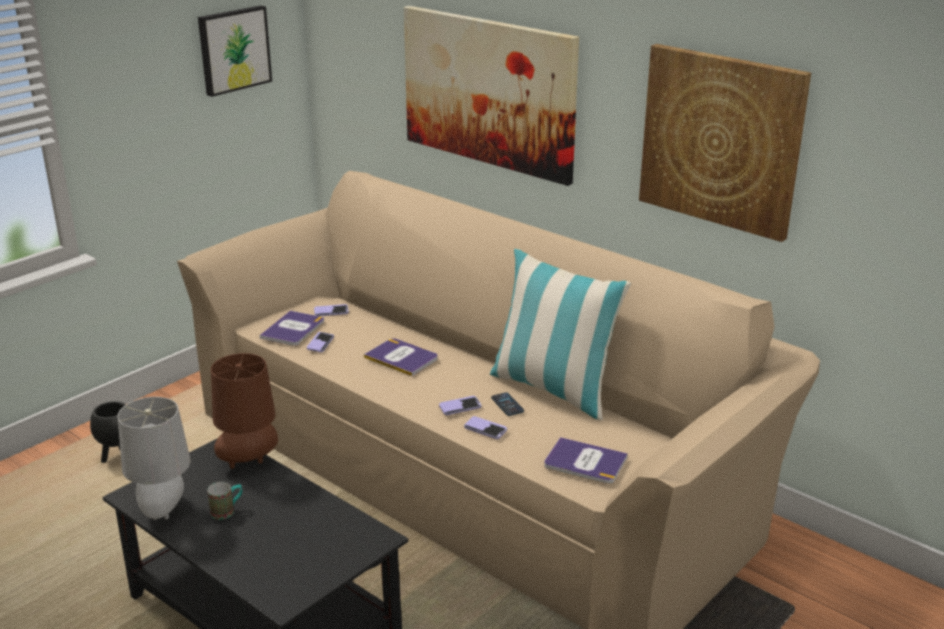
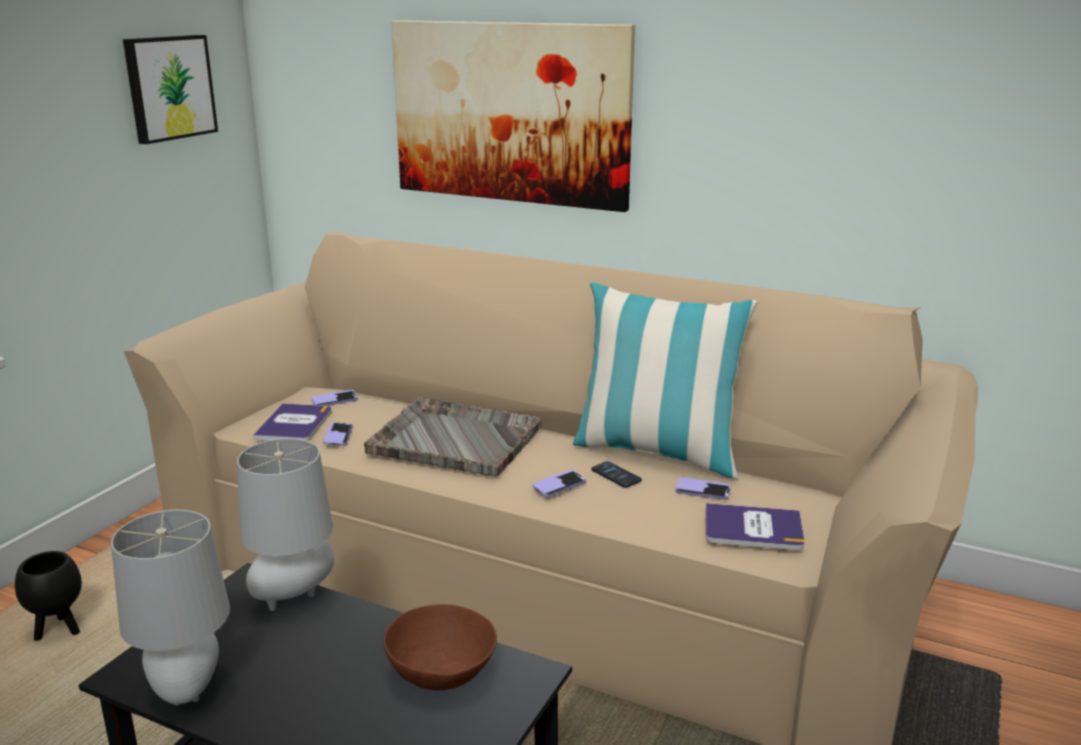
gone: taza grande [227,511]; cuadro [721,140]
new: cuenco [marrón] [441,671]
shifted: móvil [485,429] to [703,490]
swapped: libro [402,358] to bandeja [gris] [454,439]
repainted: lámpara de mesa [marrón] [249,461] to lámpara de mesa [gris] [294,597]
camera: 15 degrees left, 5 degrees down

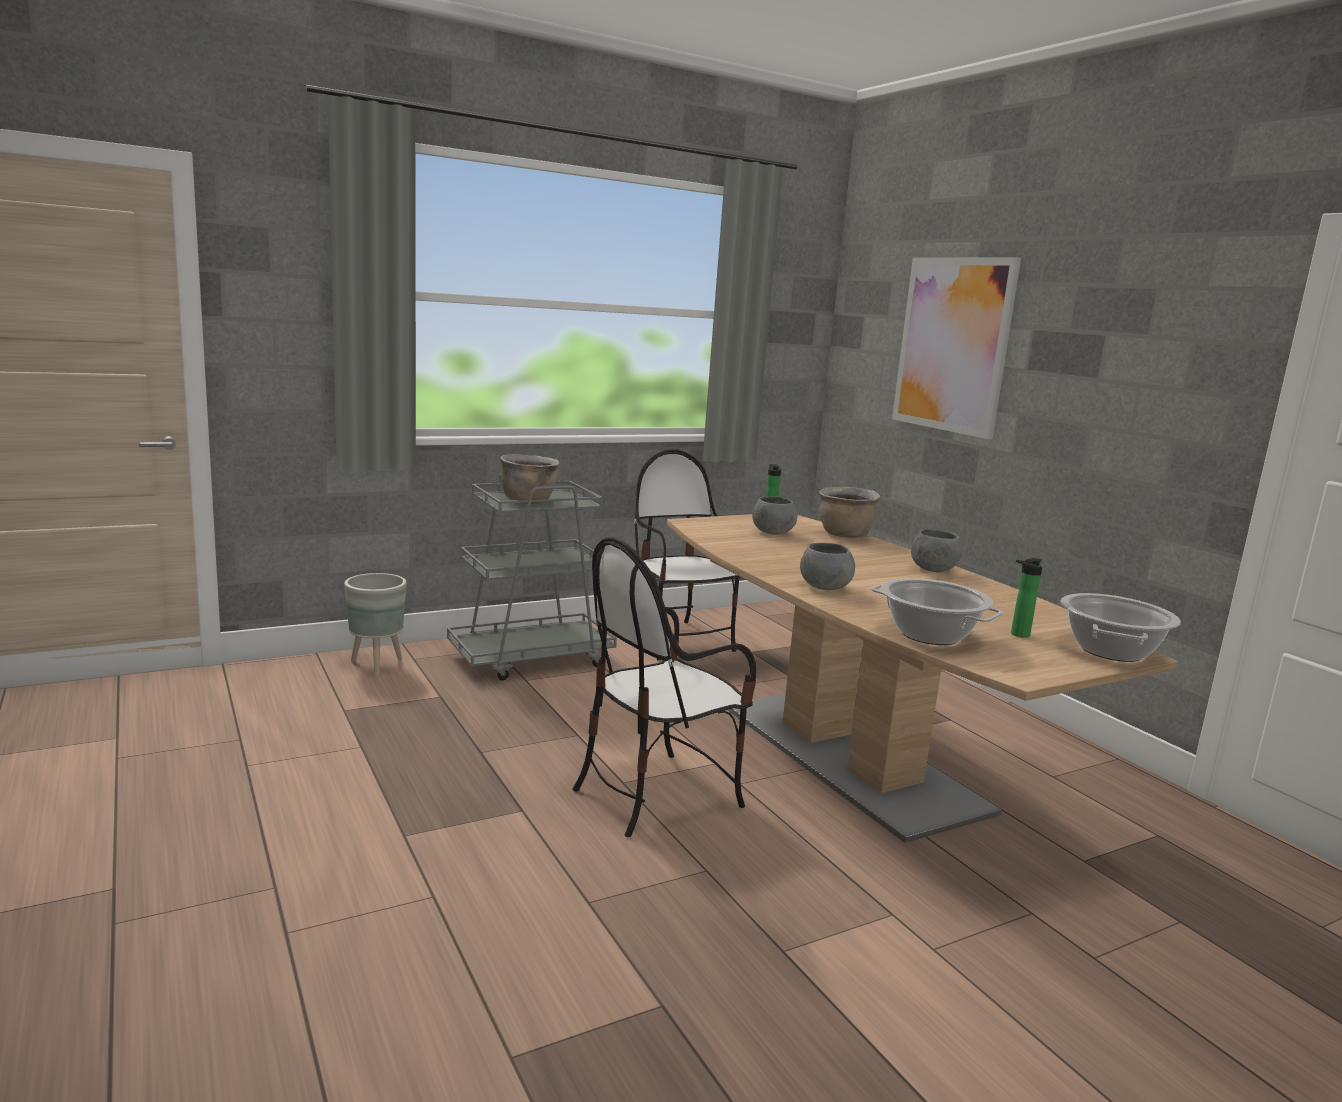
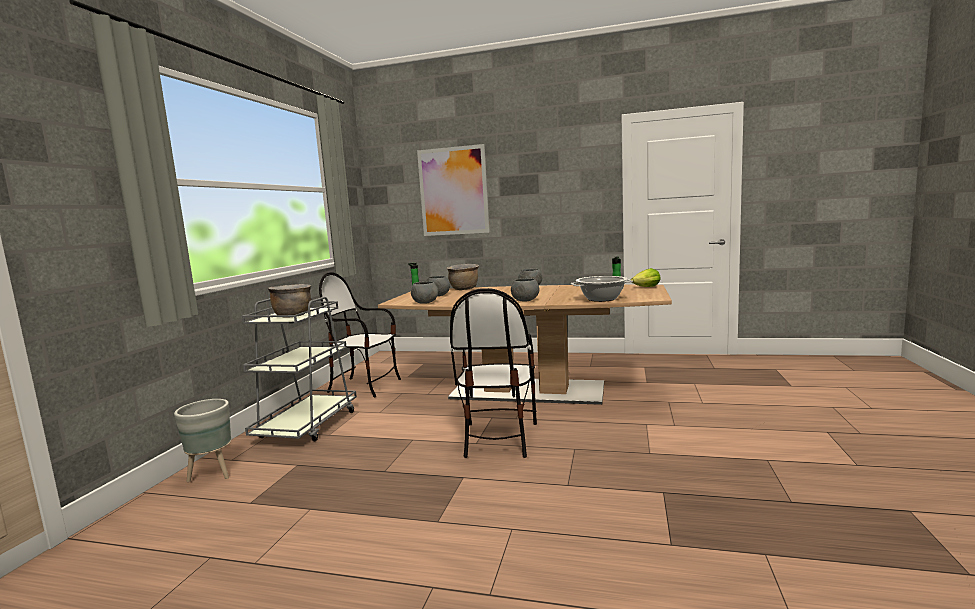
new: cuenco [gris] [425,303]
swapped: olla [1111,651] to lechuga [646,287]
camera: 45 degrees left, 5 degrees down

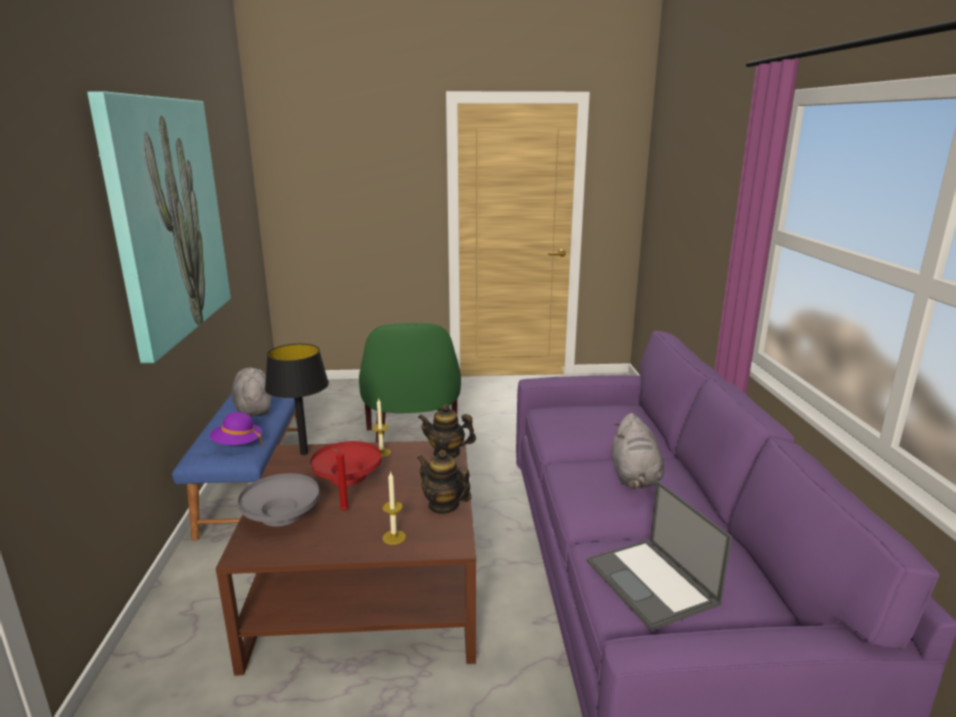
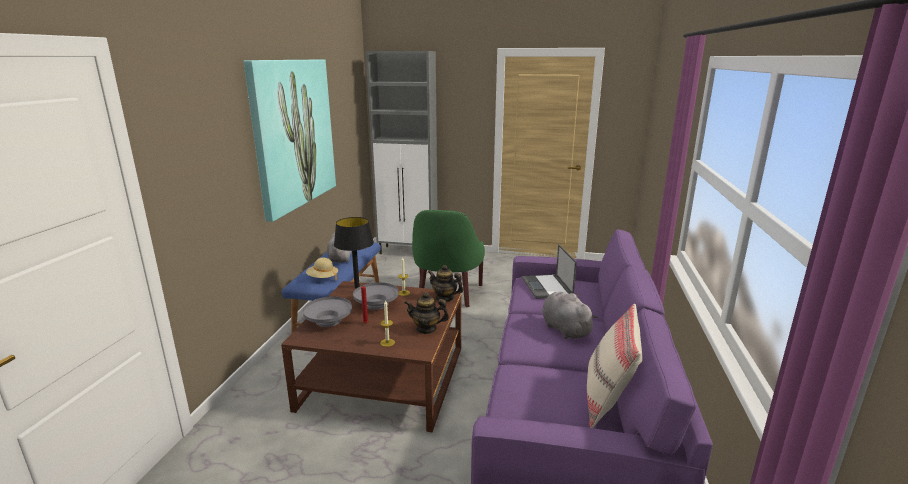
new: armario [gris] [408,252]; cojín [beis] [608,401]
shifted: portátil [652,583] to [547,287]
repainted: sombrero [morado] [237,444] to sombrero [beis] [322,278]; cuenco [rojo] [347,476] to cuenco [gris] [376,304]
rotated: tetera [443,505] = [426,329] 45 degrees counterclockwise; peluche [gris] [635,477] = [564,329] 135 degrees clockwise
camera: 15 degrees right, 0 degrees up

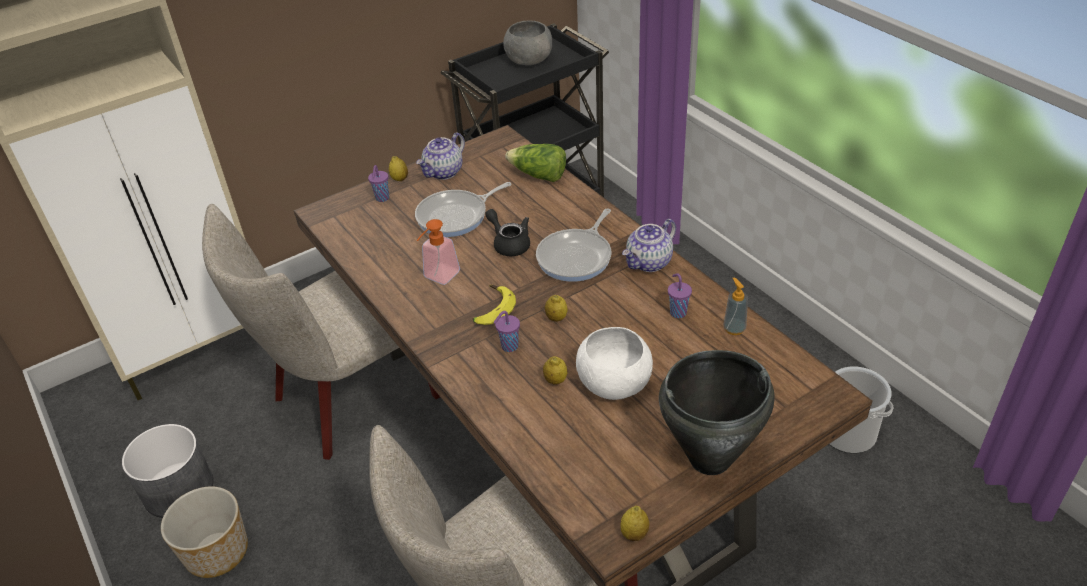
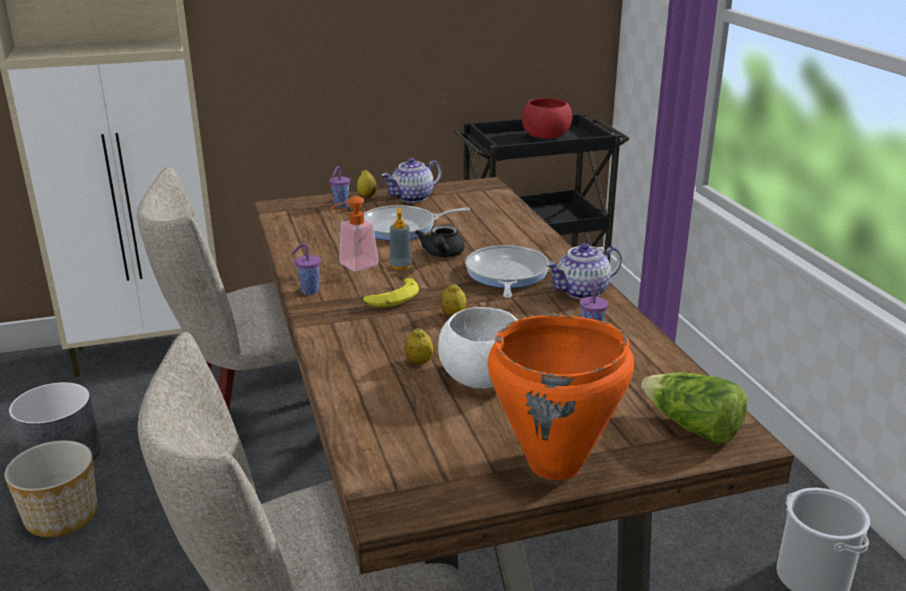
gone: limón [634,534]
shifted: taza [morado] [508,347] to [308,291]; lechuga [538,175] to [692,428]; dispensador de jabón [734,328] to [400,266]
repainted: cuenco [gris] [529,60] to cuenco [rojo] [545,137]; olla [negro] [711,459] to olla [naranja] [555,464]
rotated: tetera [negro] [509,244] = [442,254] 150 degrees counterclockwise; sartén [577,257] = [506,275] 135 degrees clockwise
camera: 15 degrees right, 15 degrees down

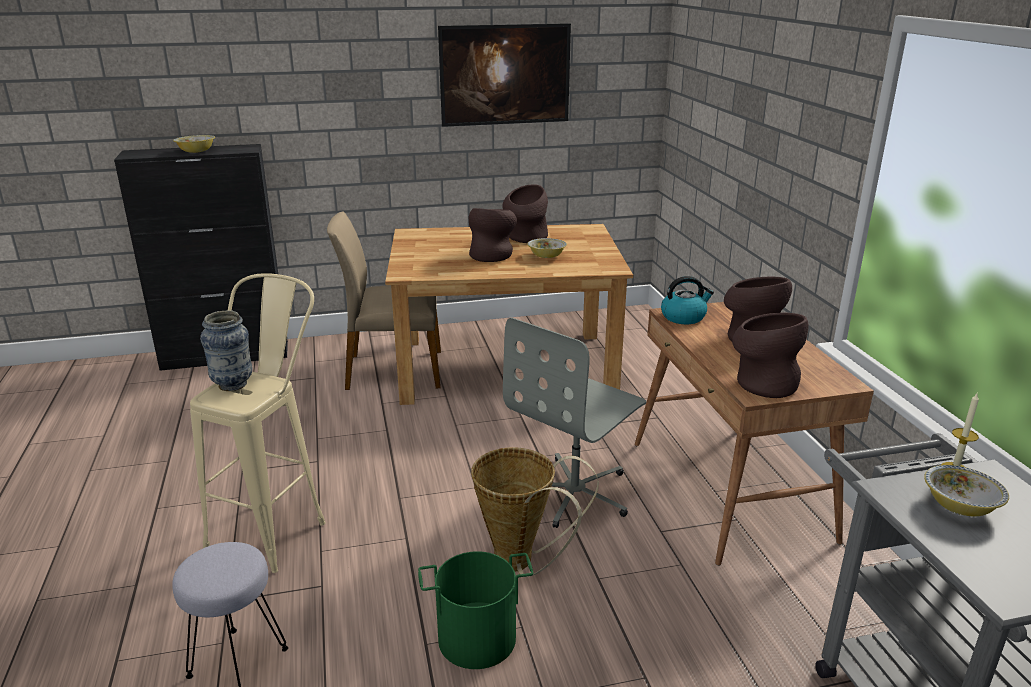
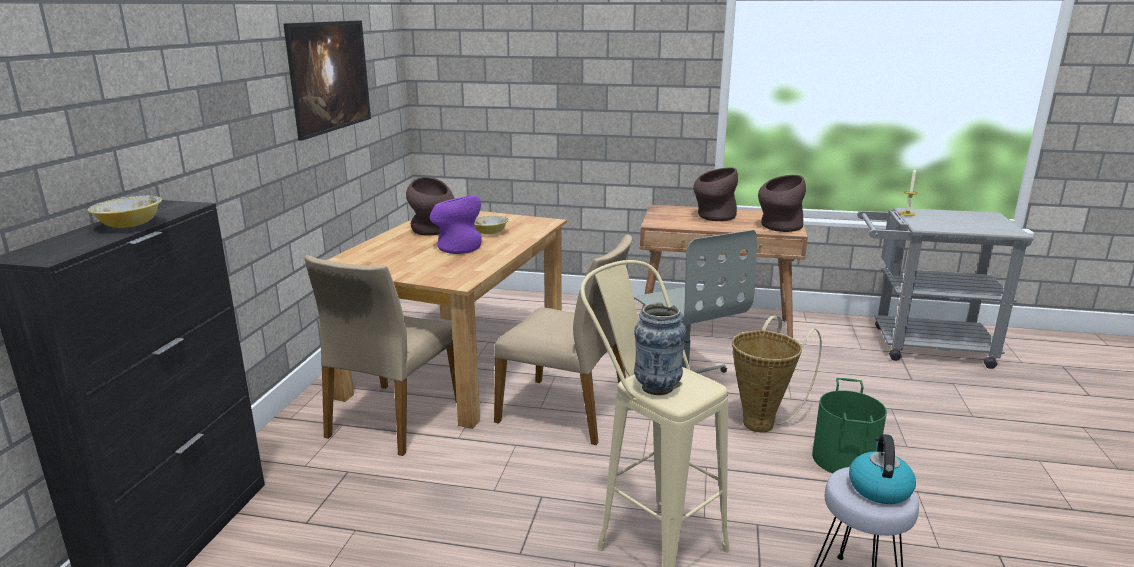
gone: cuenco [959,506]
new: silla [beis] [565,411]
shifted: hervidor [684,317] to [879,488]
repainted: florero [marrón] [492,255] to florero [morado] [457,247]
camera: 65 degrees left, 5 degrees down

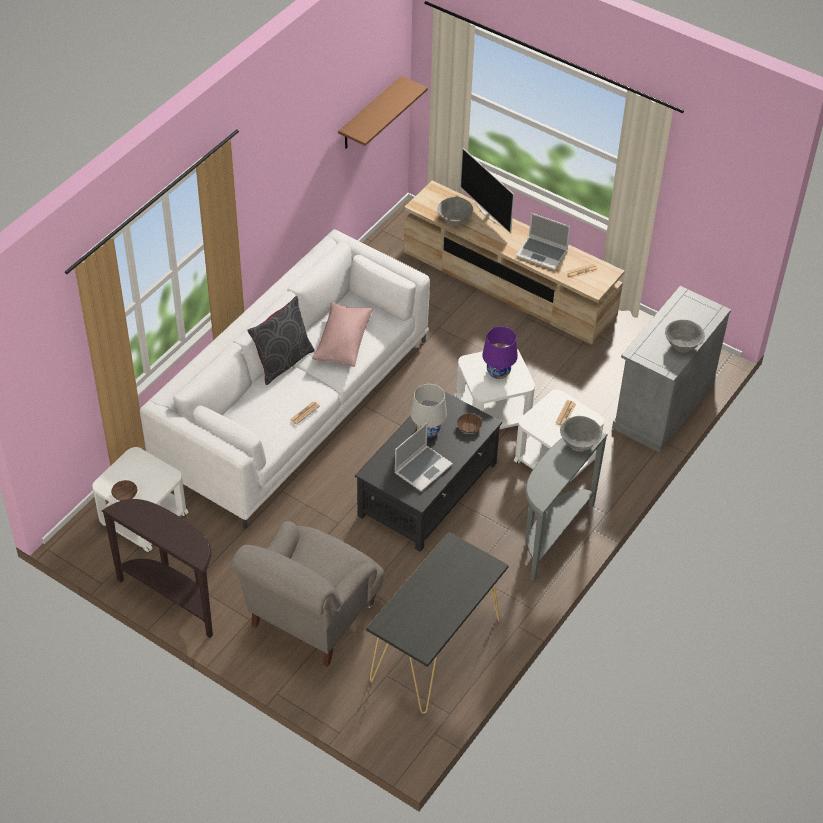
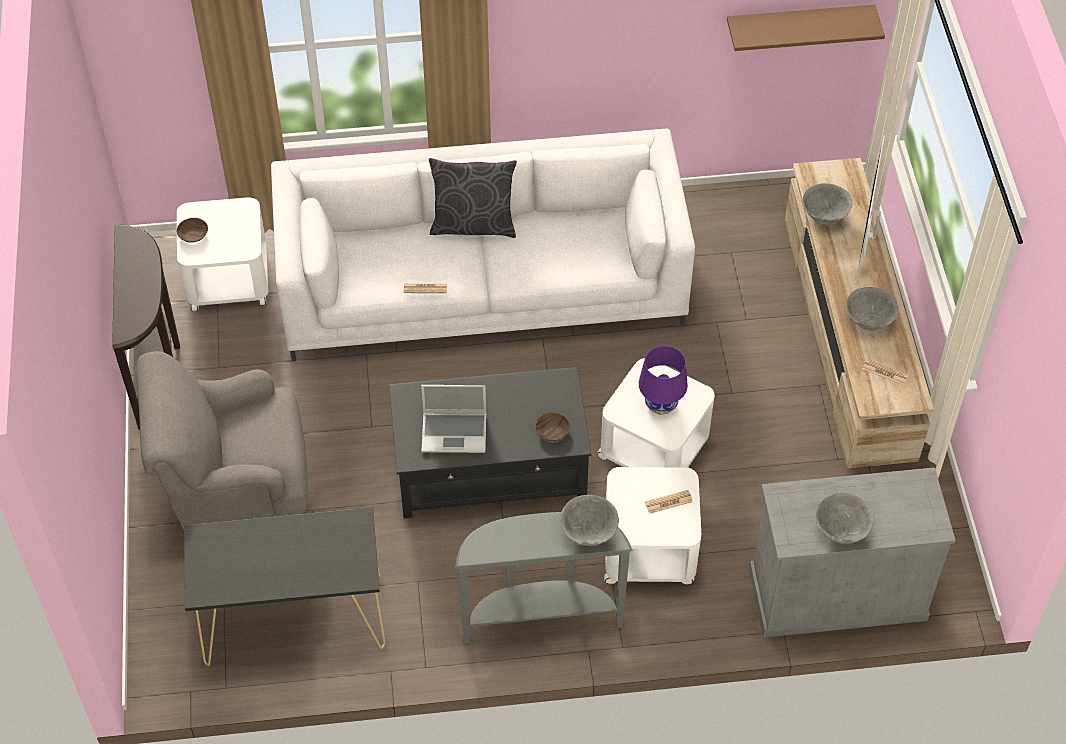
gone: cojín [rosa] [342,342]; lámpara de mesa [blanco] [427,430]
swapped: portátil [542,254] to cuenco [gris] [868,321]
camera: 50 degrees right, 5 degrees up

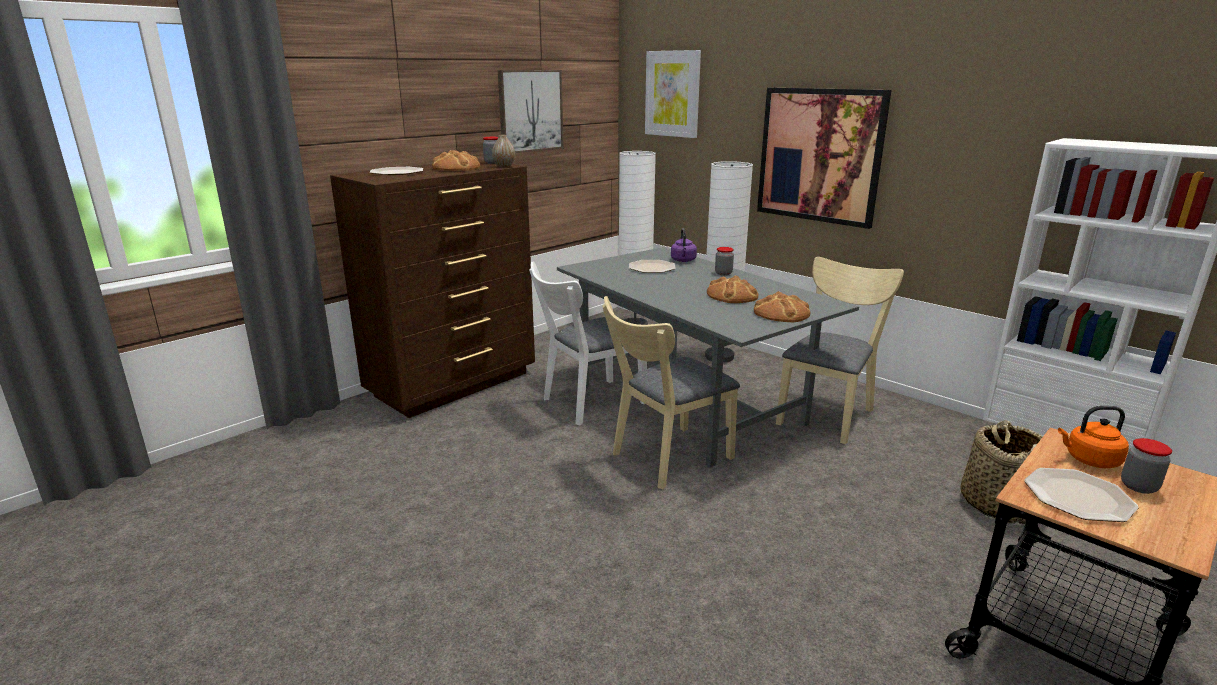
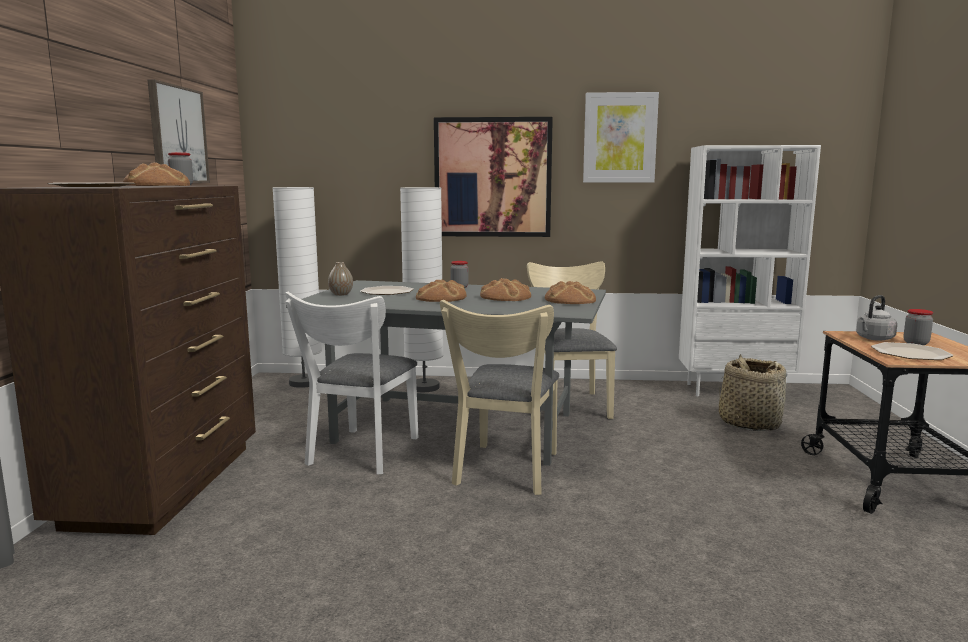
gone: hervidor [morado] [683,260]
new: pan [441,298]
shifted: florero [504,166] to [341,294]; cuadro [672,94] to [620,138]
repainted: hervidor [naranja] [1089,460] to hervidor [gris] [873,339]
camera: 40 degrees left, 10 degrees down

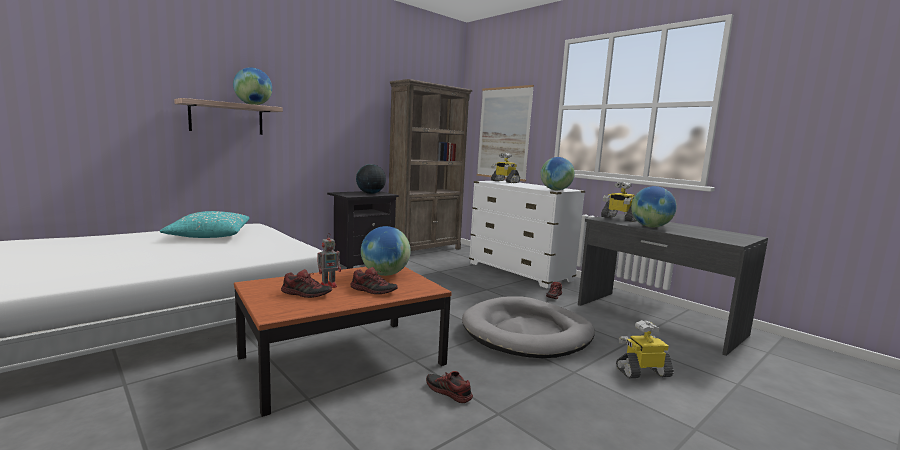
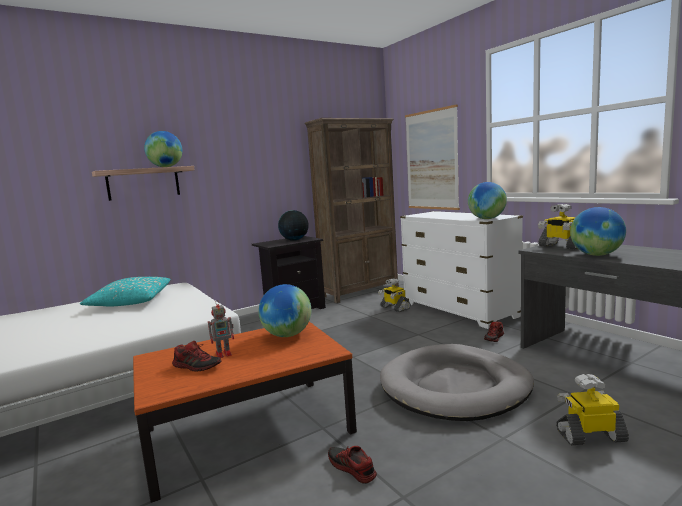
gone: zapato [373,290]
shifted: robot de juguete [504,181] to [394,308]
camera: 10 degrees right, 0 degrees up

